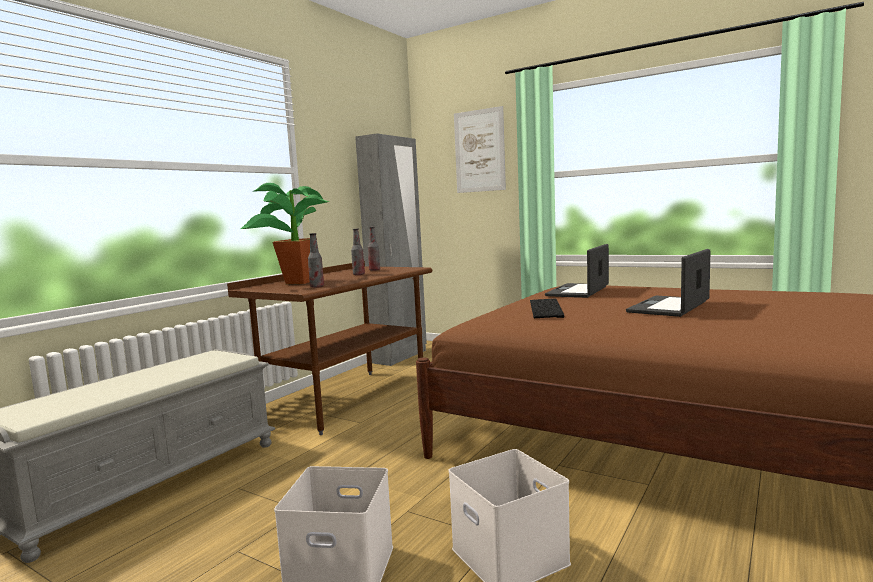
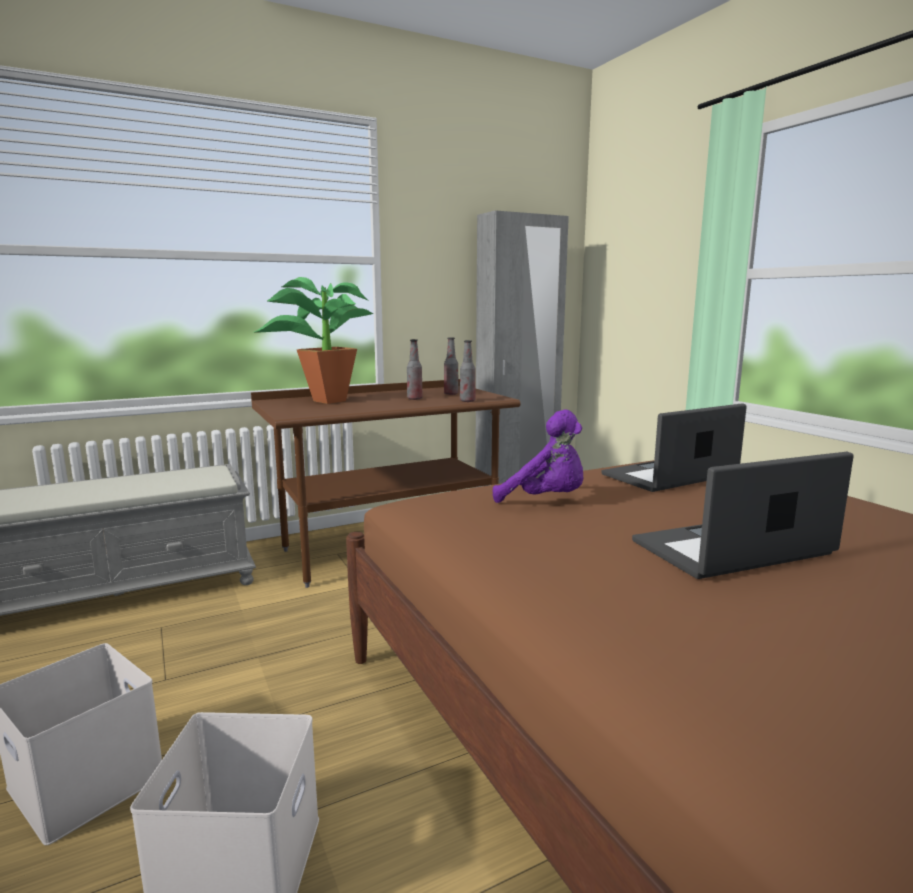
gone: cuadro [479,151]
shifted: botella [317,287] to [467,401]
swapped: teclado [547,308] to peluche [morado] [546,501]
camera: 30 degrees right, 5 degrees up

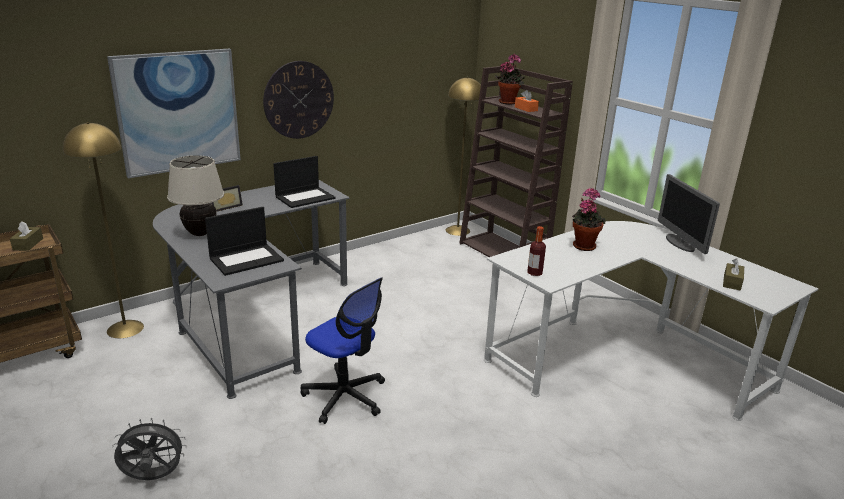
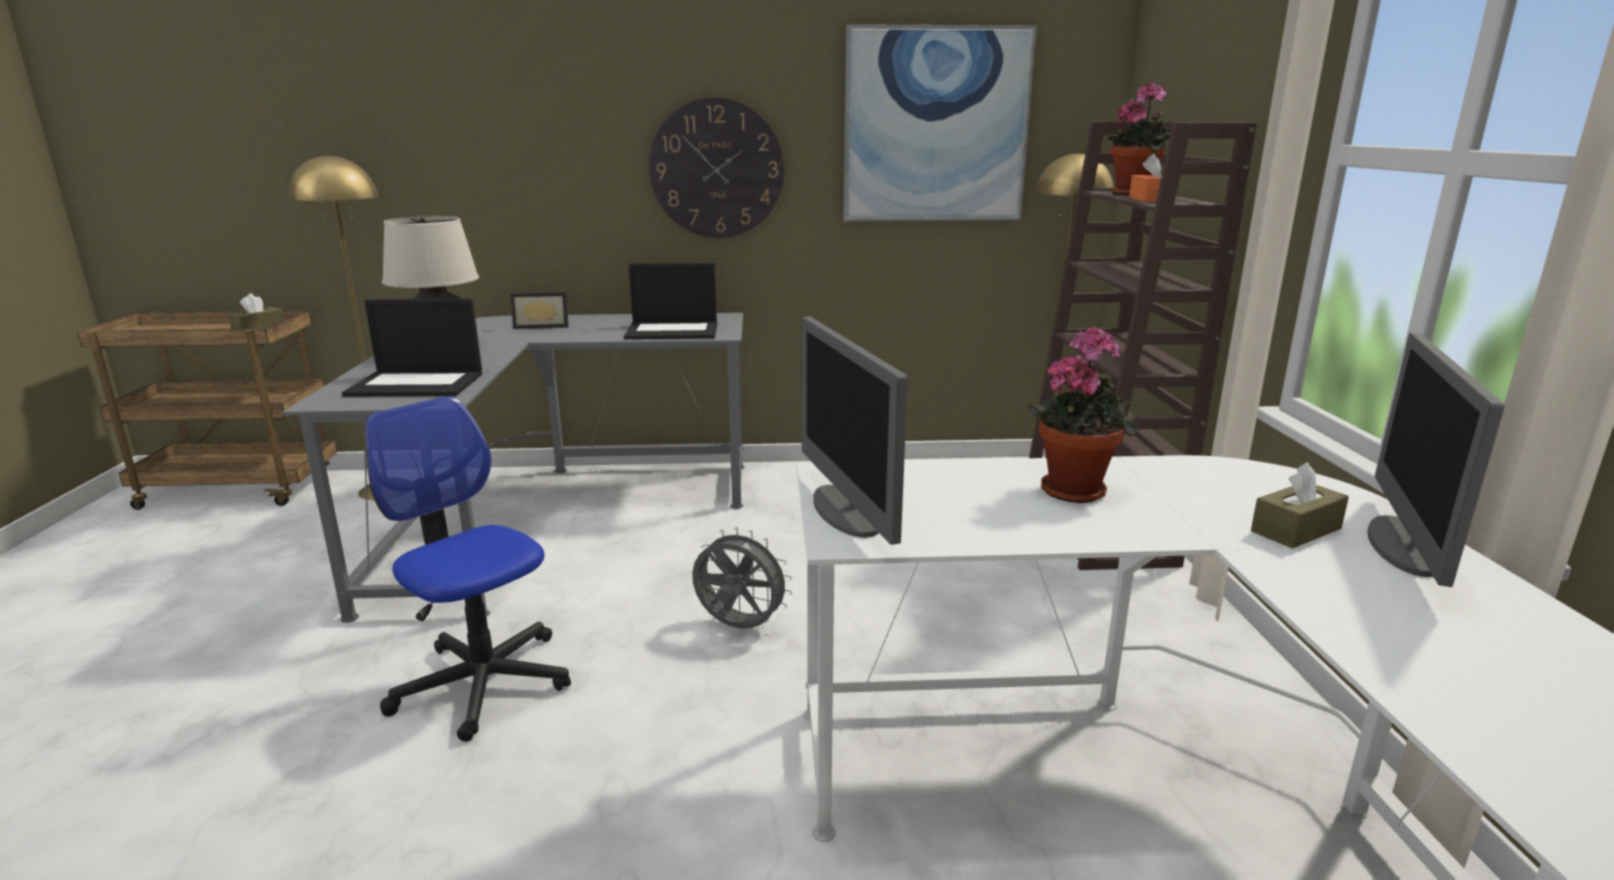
shifted: cuadro [178,112] to [935,126]; ventilador [gris] [153,478] to [738,627]; caja de pañuelos [marrón] [732,282] to [1295,530]
swapped: botella [534,273] to monitor [846,512]
rotated: silla de oficina [345,396] = [483,683] 150 degrees clockwise
camera: 35 degrees right, 5 degrees down

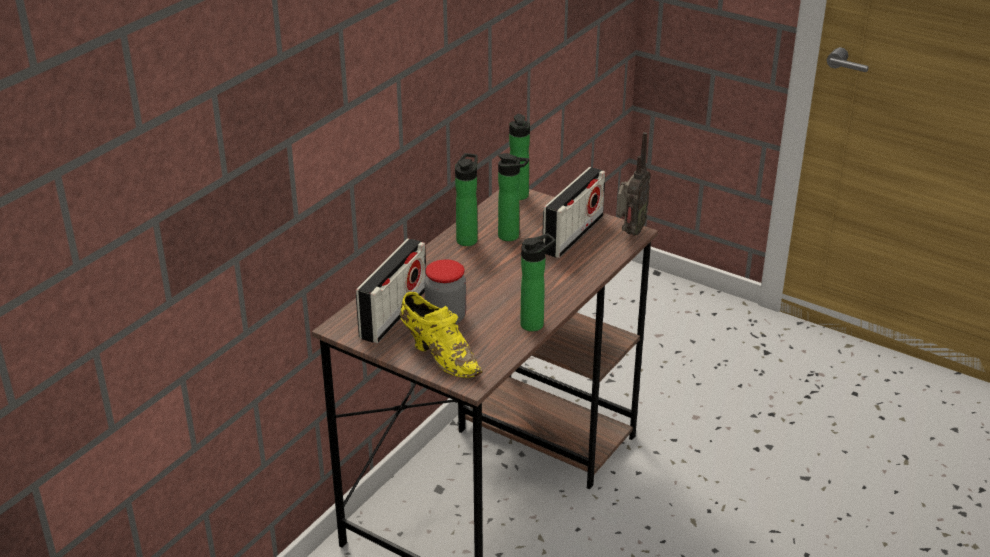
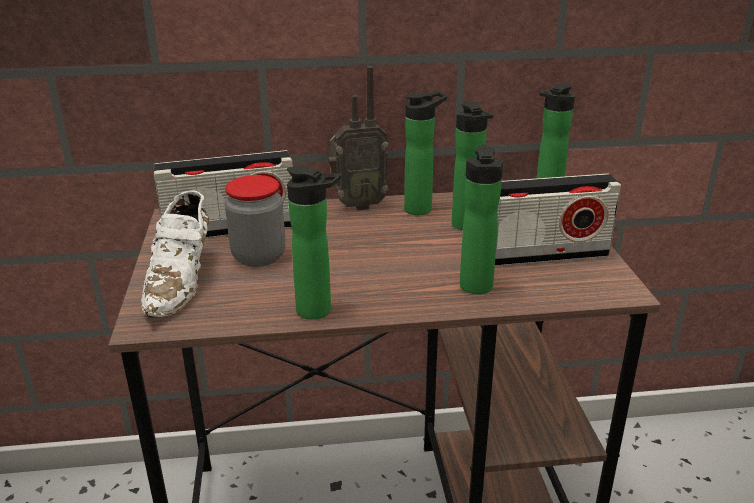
new: botella [476,289]
shifted: radio [629,232] to [357,205]
repainted: zapato [amarillo] [439,354] to zapato [blanco] [182,282]
camera: 50 degrees right, 5 degrees down

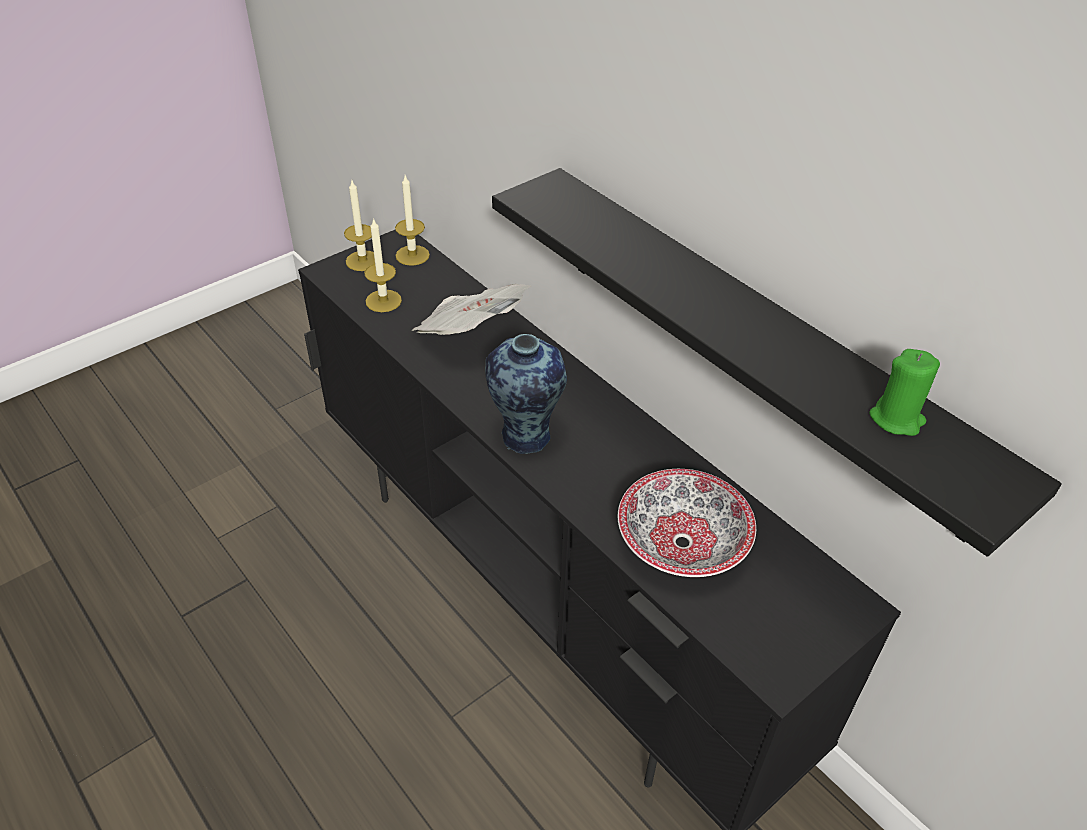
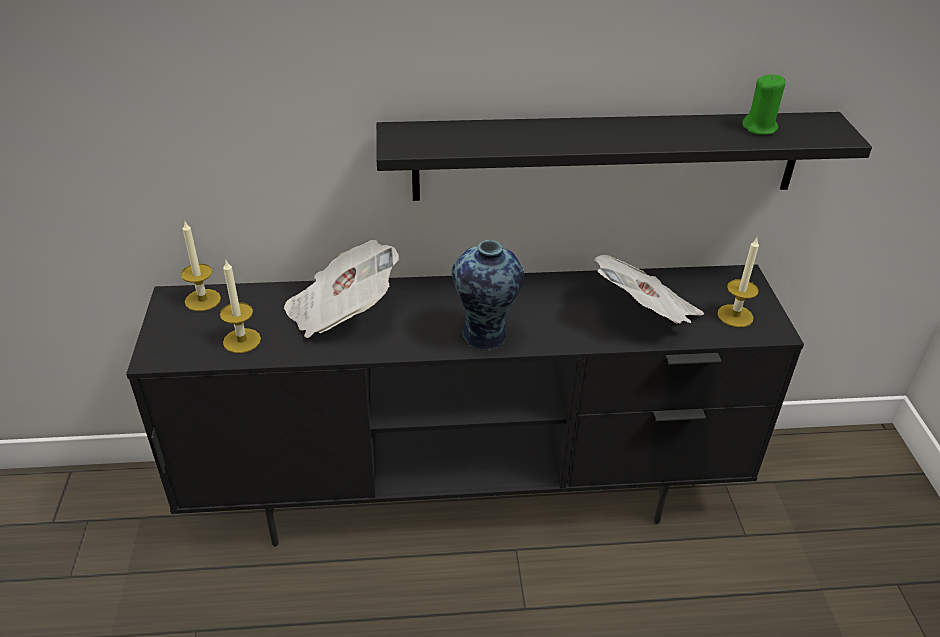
shifted: vela [363,261] to [735,316]
swapped: cuenco [683,543] to periódico [645,314]
camera: 55 degrees left, 5 degrees down

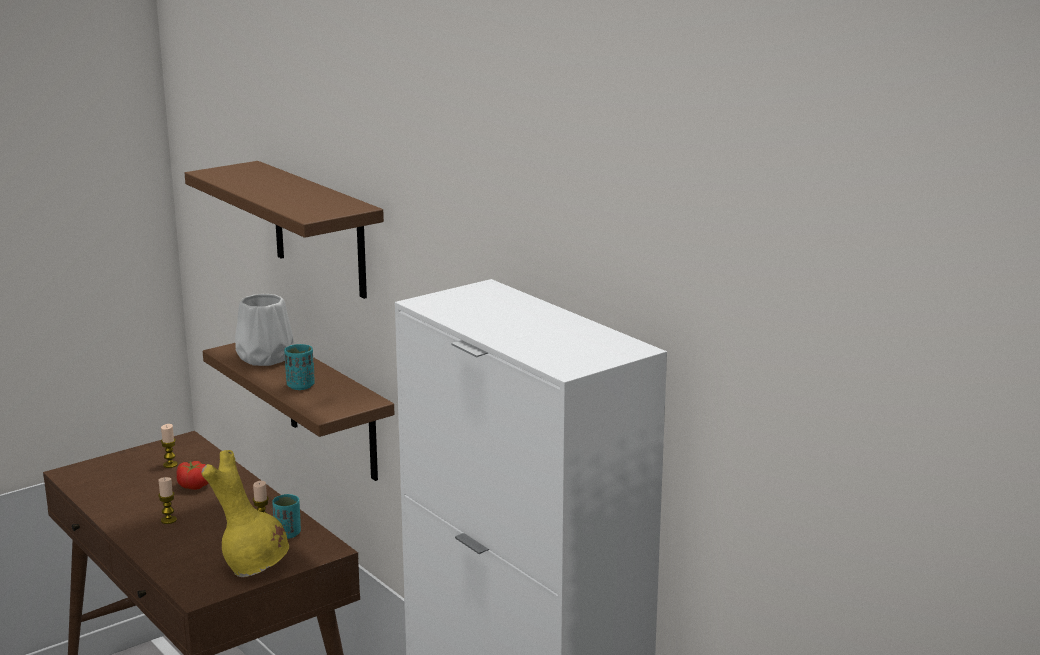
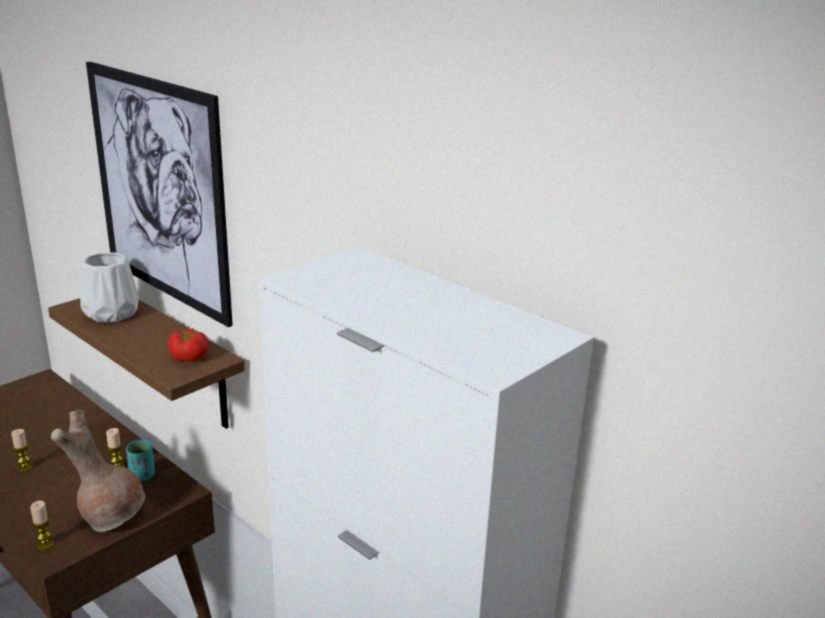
gone: taza [turquesa] [300,386]
shifted: vela [170,465] to [45,544]; tomate [194,485] to [189,356]
swapped: estante [marrón] [319,230] to cuadro [159,190]
repainted: florero [amarillo] [254,567] to florero [marrón] [111,517]
camera: 10 degrees left, 5 degrees up

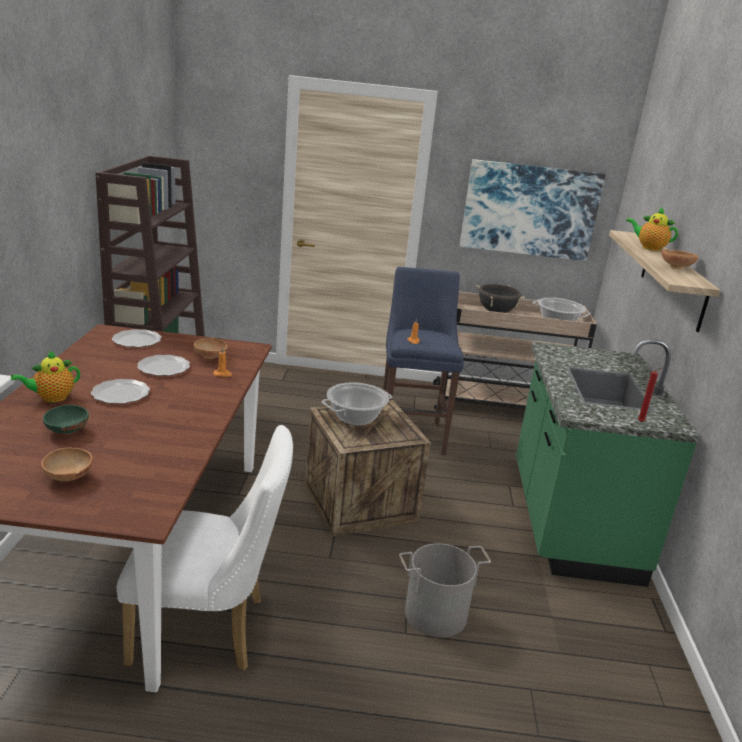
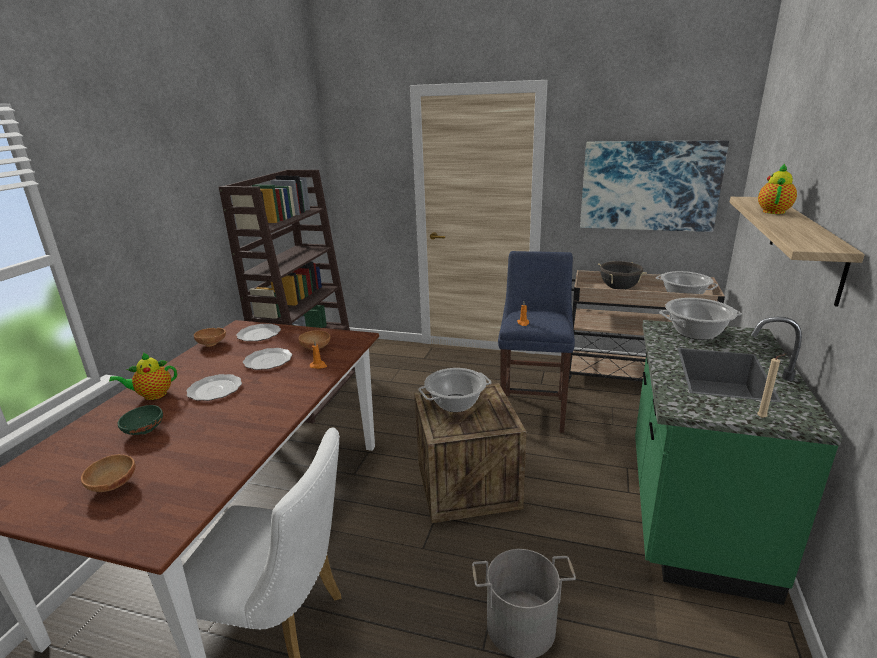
new: olla [696,333]
shifted: cuenco [marrón] [676,267] to [212,344]
repainted: vela [rojo] [642,422] to vela [beis] [763,418]
rotated: tetera [648,248] = [773,211] 75 degrees clockwise
camera: 15 degrees right, 0 degrees up

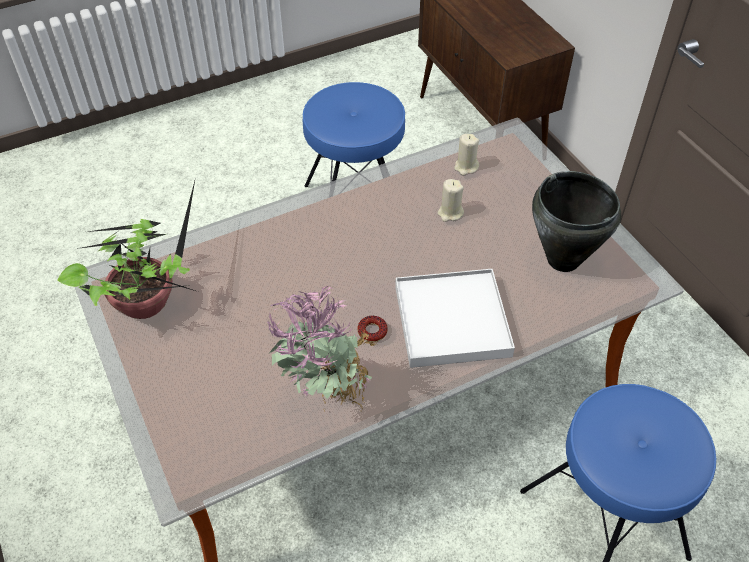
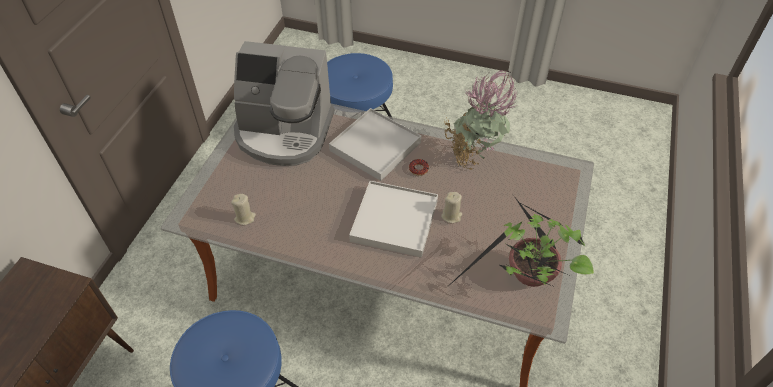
new: bandeja [blanco] [394,220]
shifted: vela [beis] [450,213] to [451,216]
swapped: olla [negro] [563,260] to cafetera [284,133]
camera: 135 degrees left, 0 degrees up

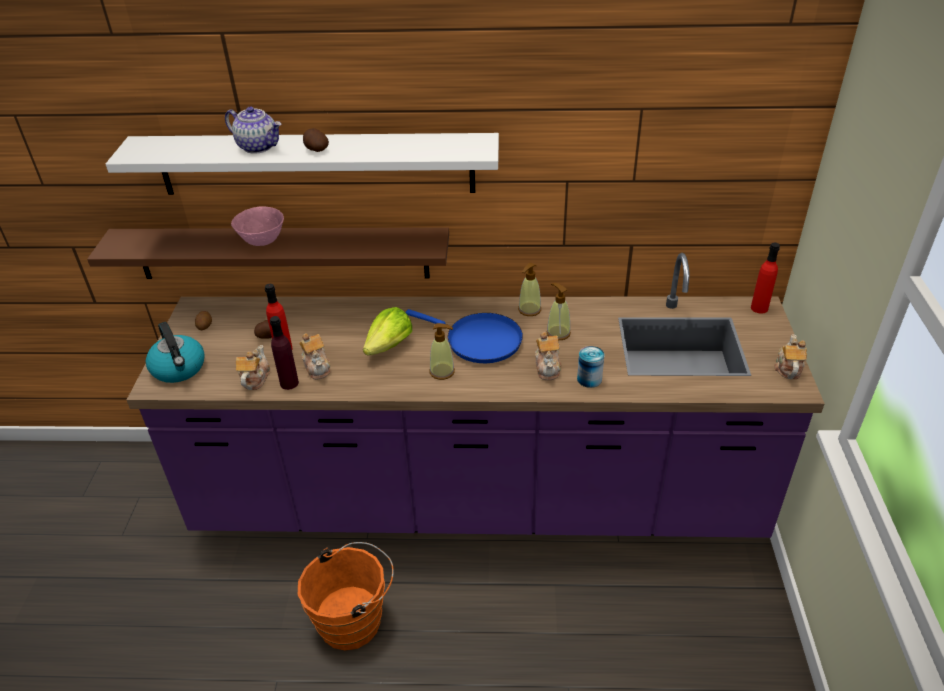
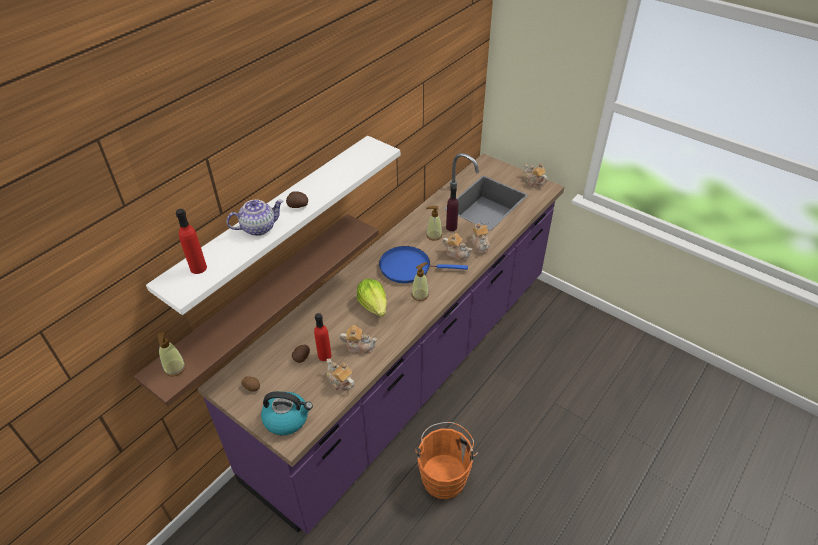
gone: cuenco [rosa] [262,242]
shifted: botella [morado] [289,383] to [451,227]; dispensador de jabón [529,310] to [174,368]; botella [rojo] [759,308] to [198,268]
swapped: lata [589,379] to tetera [480,245]
rotated: sartén [azul] [479,341] = [409,267] 150 degrees counterclockwise
camera: 55 degrees left, 5 degrees up

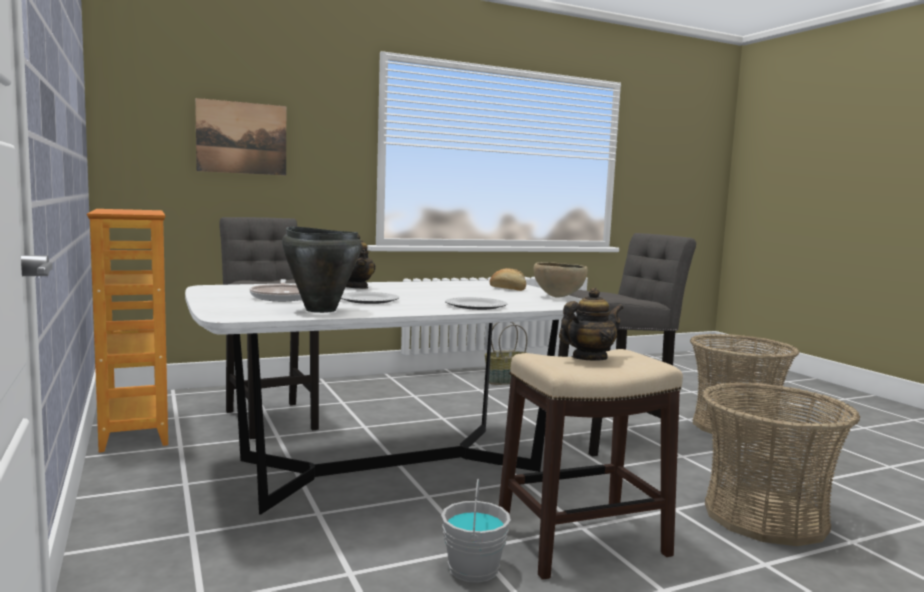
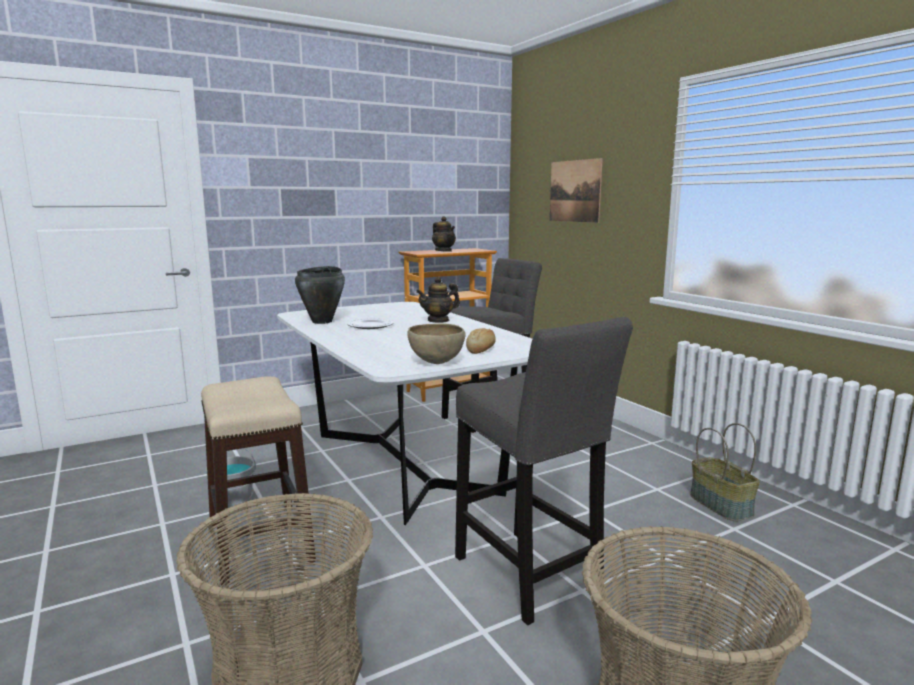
gone: sartén [282,297]; plato [475,306]
shifted: tetera [589,358] to [444,251]
camera: 85 degrees right, 5 degrees up

